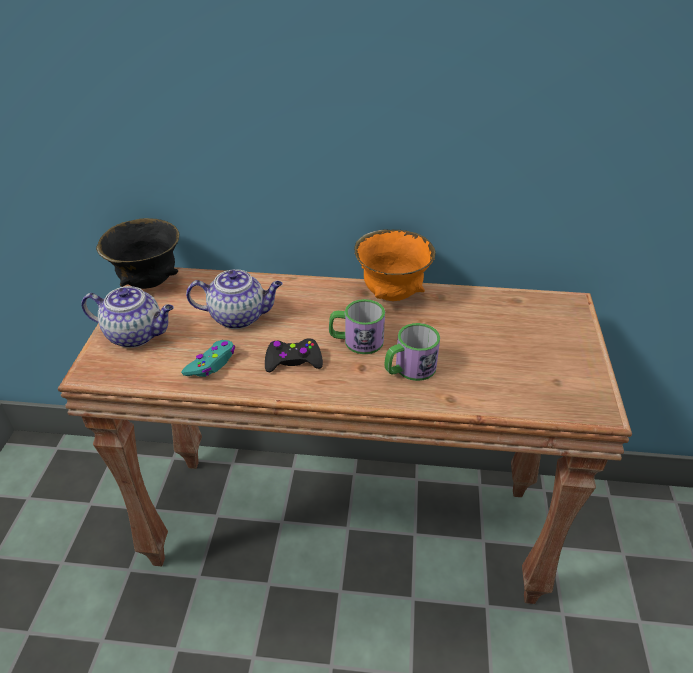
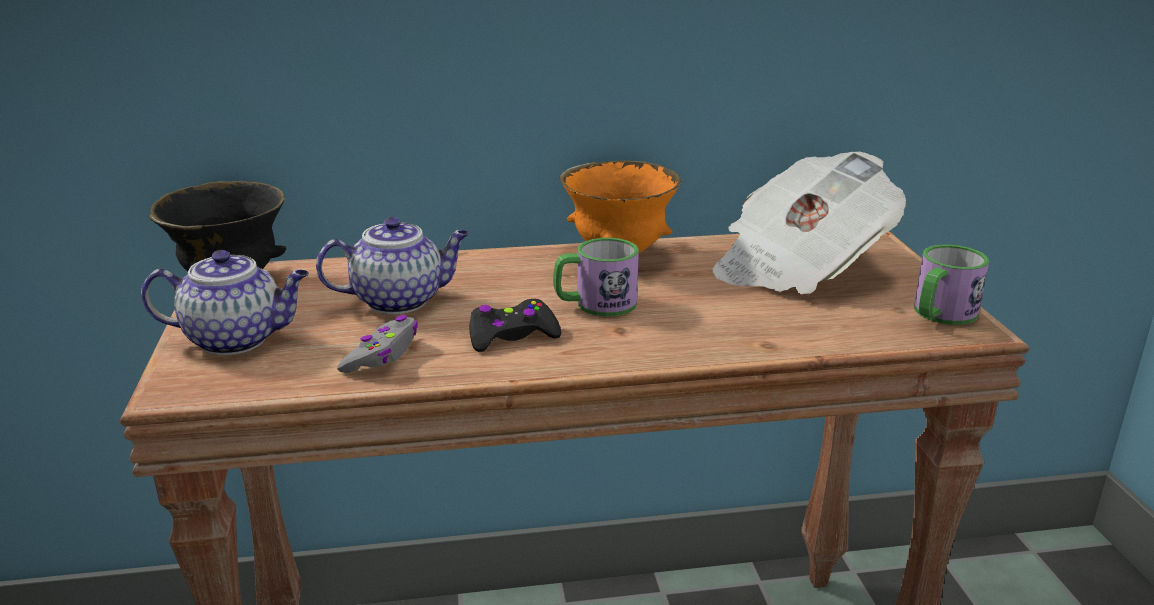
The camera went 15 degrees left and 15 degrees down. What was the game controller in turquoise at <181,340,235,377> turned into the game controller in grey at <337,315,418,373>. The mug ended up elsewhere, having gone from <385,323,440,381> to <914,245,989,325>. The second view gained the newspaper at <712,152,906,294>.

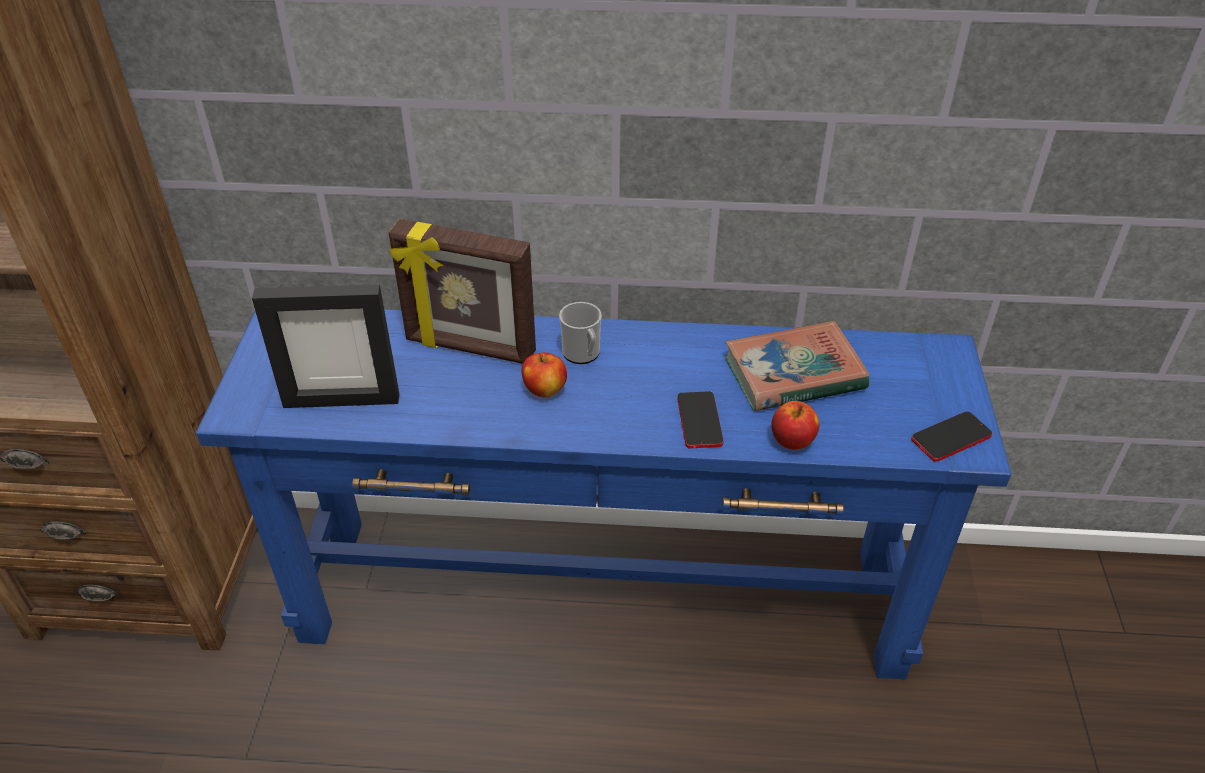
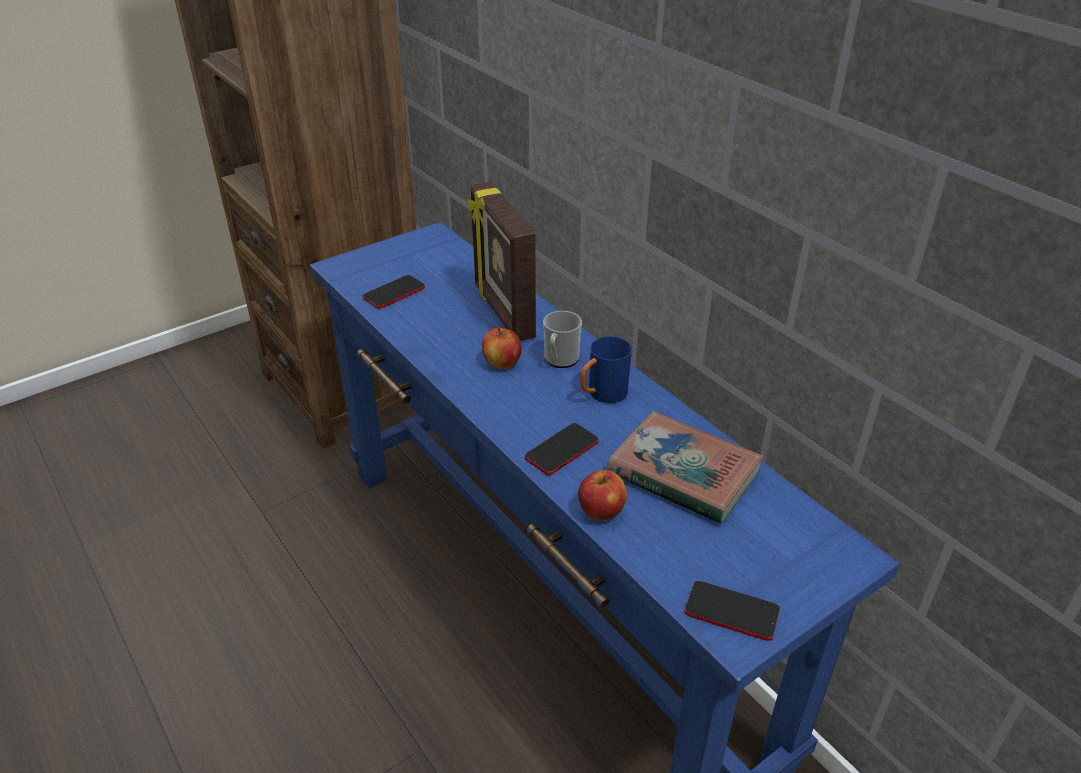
The camera went 50 degrees right and 5 degrees down. Where the picture frame stood at <252,284,399,408>, the phone came to stand at <363,275,425,309>. The second view gained the mug in blue at <580,336,632,403>.

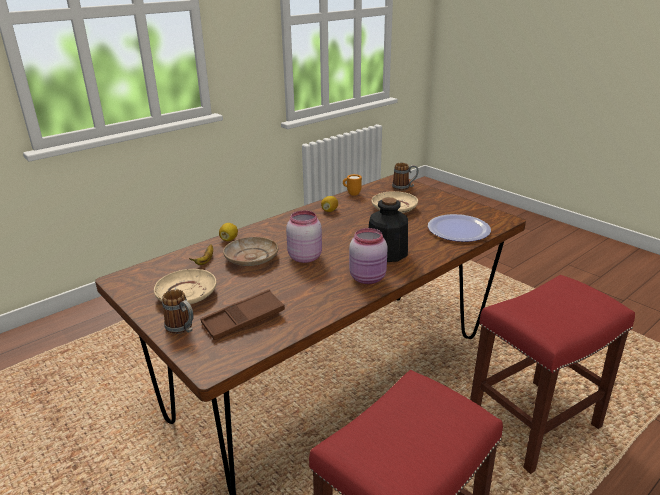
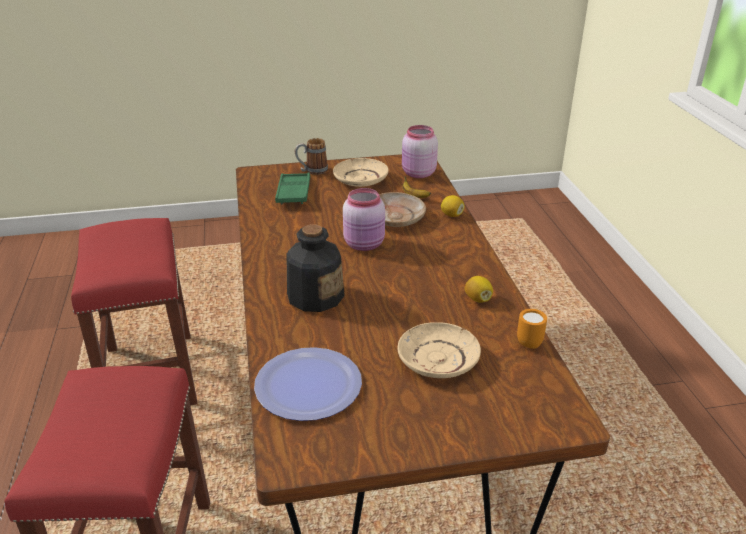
The camera went 120 degrees right and 5 degrees up. What was the tray in brown at <201,289,285,340> turned into the tray in green at <275,173,310,205>. The jar in pink ended up elsewhere, having gone from <349,228,388,284> to <402,125,438,178>. The second view lost the mug at <392,163,419,191>.

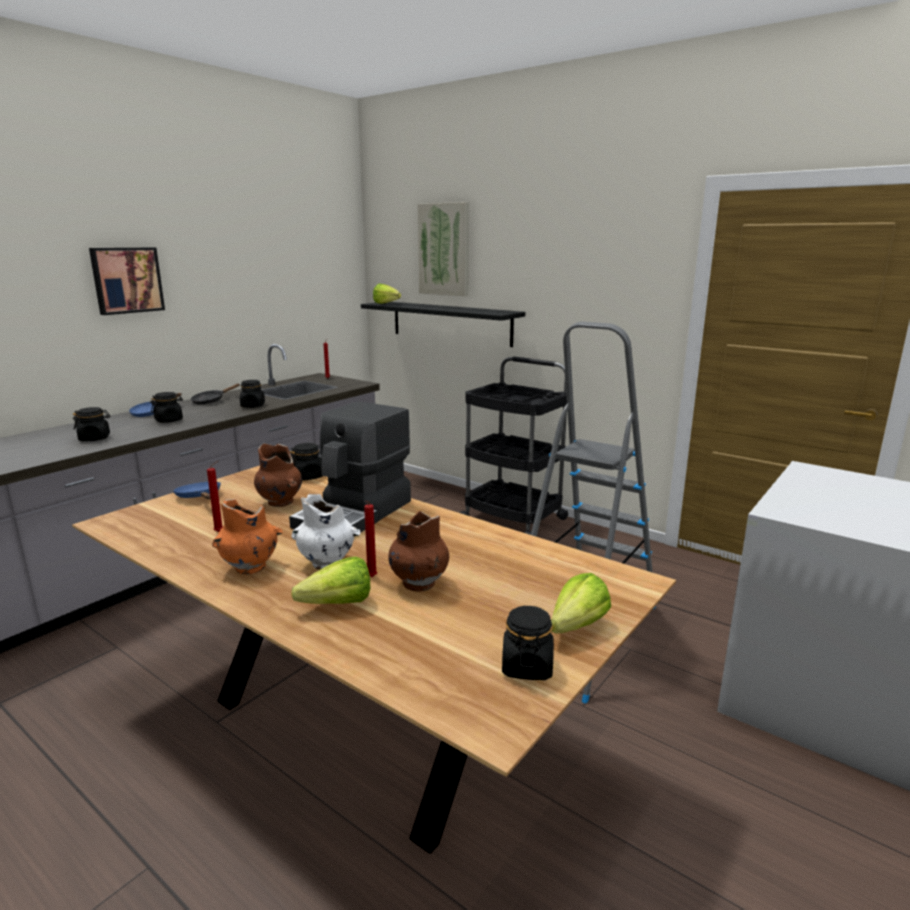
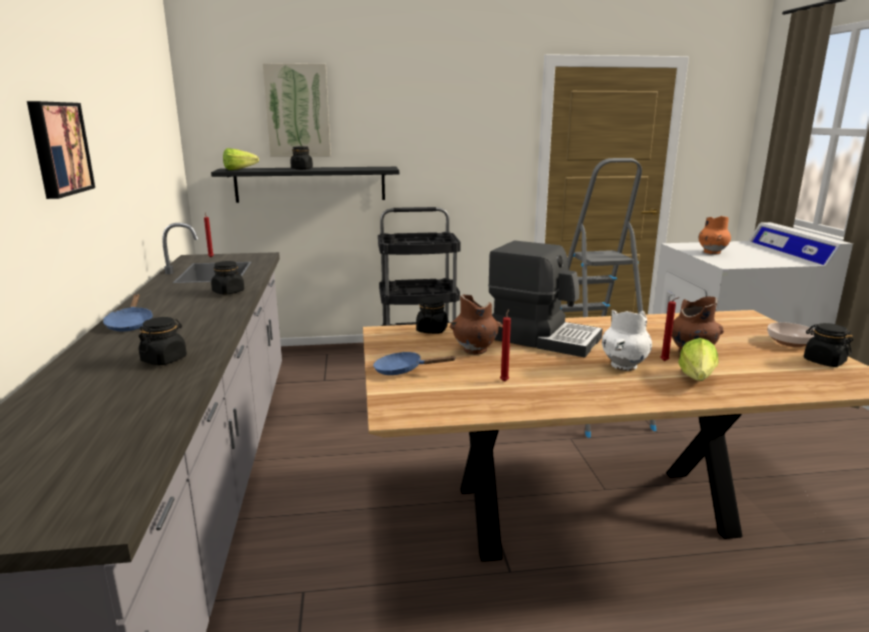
The camera went 45 degrees left and 0 degrees up. The jar in black ended up elsewhere, having gone from <150,392,183,423> to <290,146,313,170>. The second view lost the frying pan in black at <191,384,240,405>. The vase in orange ended up elsewhere, having gone from <212,499,283,575> to <698,216,731,254>. The coffee machine at <289,401,411,532> ended up facing another way, 45 degrees counterclockwise from before. Where the lettuce stood at <551,573,611,633>, the bowl came to stand at <768,322,815,347>.

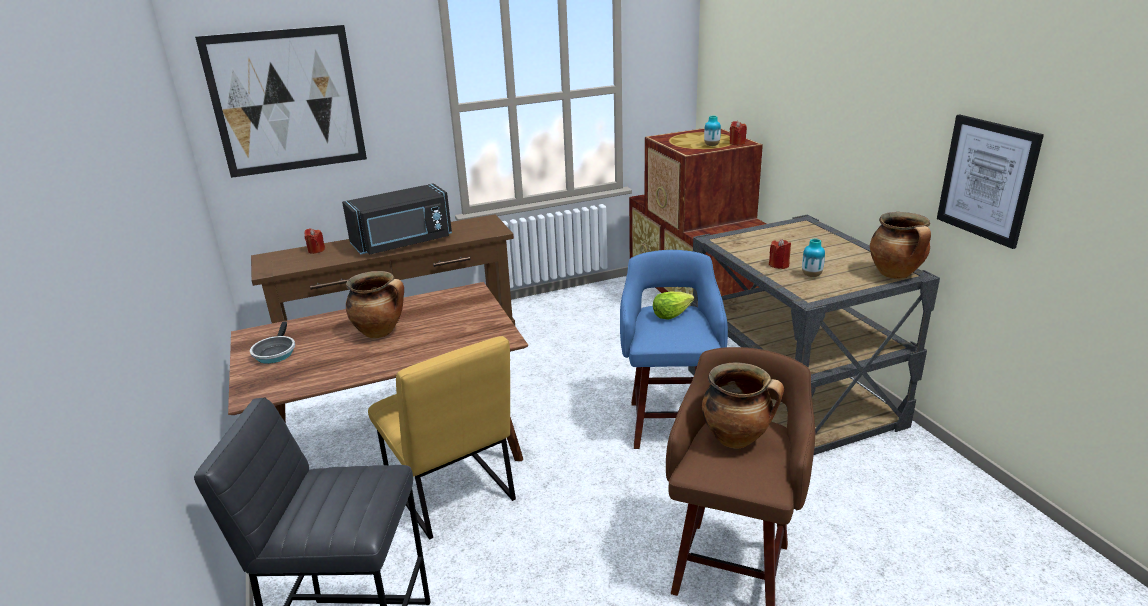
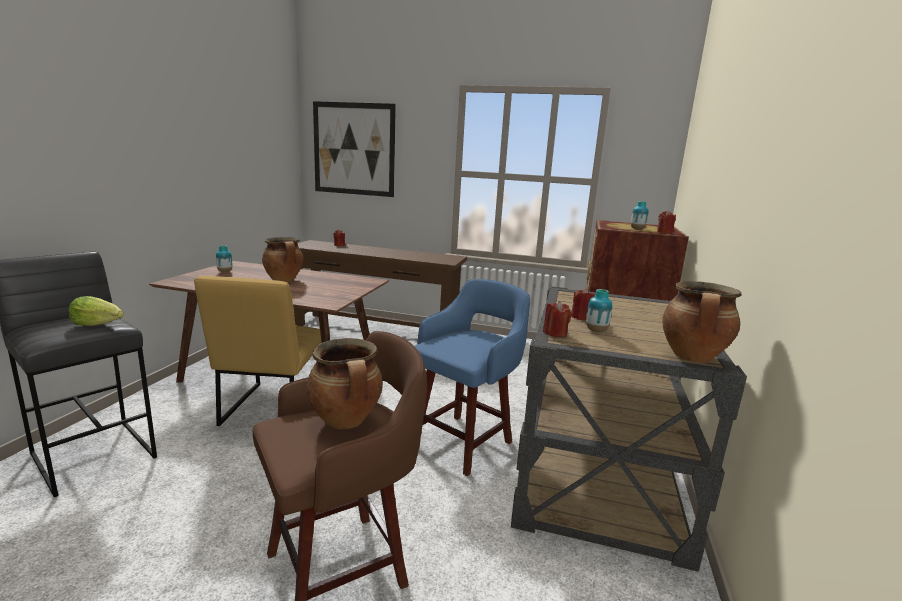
The camera went 35 degrees right and 10 degrees down. Where the frying pan stood at <250,321,295,364>, the vase came to stand at <216,246,232,272>. The second view lost the microwave in black at <342,183,452,254>. The lettuce ended up elsewhere, having gone from <653,292,694,320> to <69,296,124,326>. The second view lost the picture at <937,114,1044,249>. The second view gained the candle in red at <543,301,571,337>.

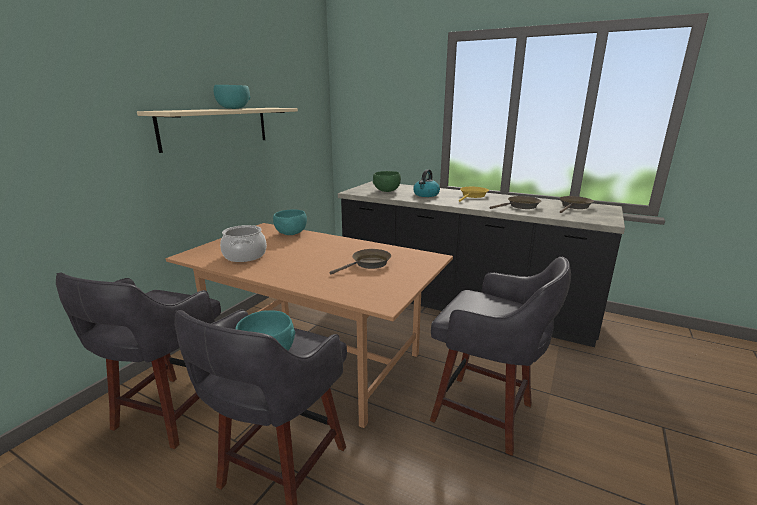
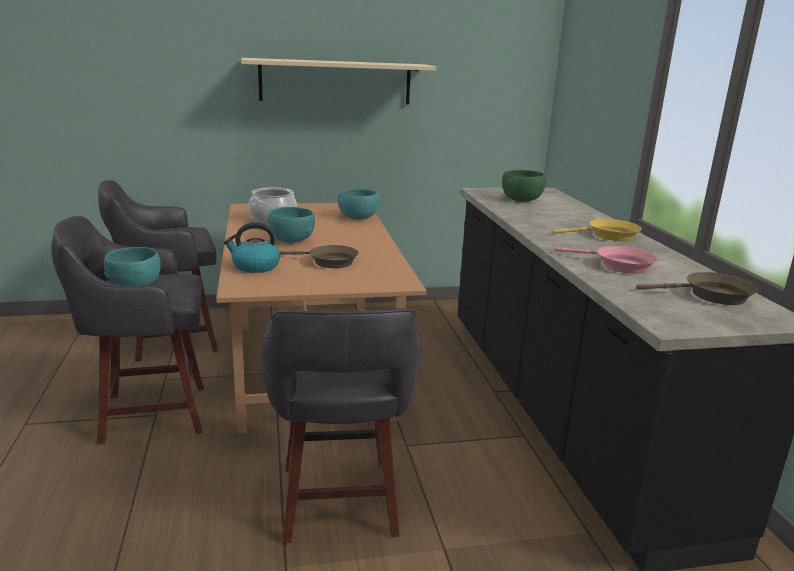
The camera went 50 degrees right and 0 degrees up. The bowl in turquoise ended up elsewhere, having gone from <213,85,250,109> to <268,207,315,243>. The kettle ended up elsewhere, having gone from <413,169,440,197> to <223,222,280,273>. What was the frying pan in brown at <489,196,541,209> turned into the frying pan in pink at <554,246,658,274>.

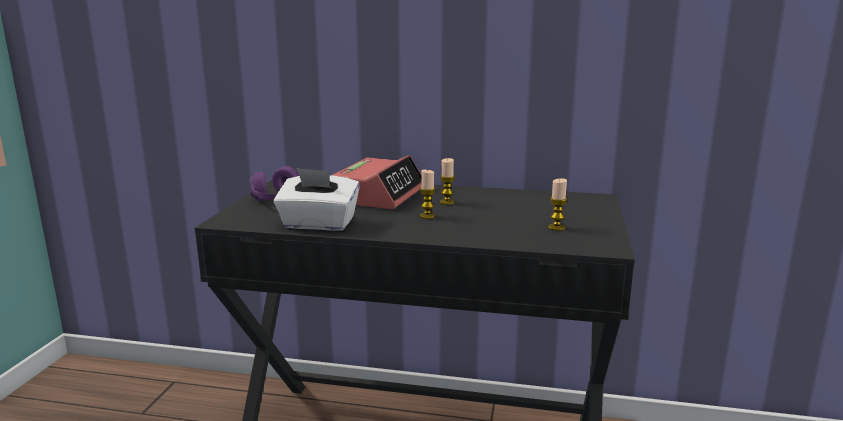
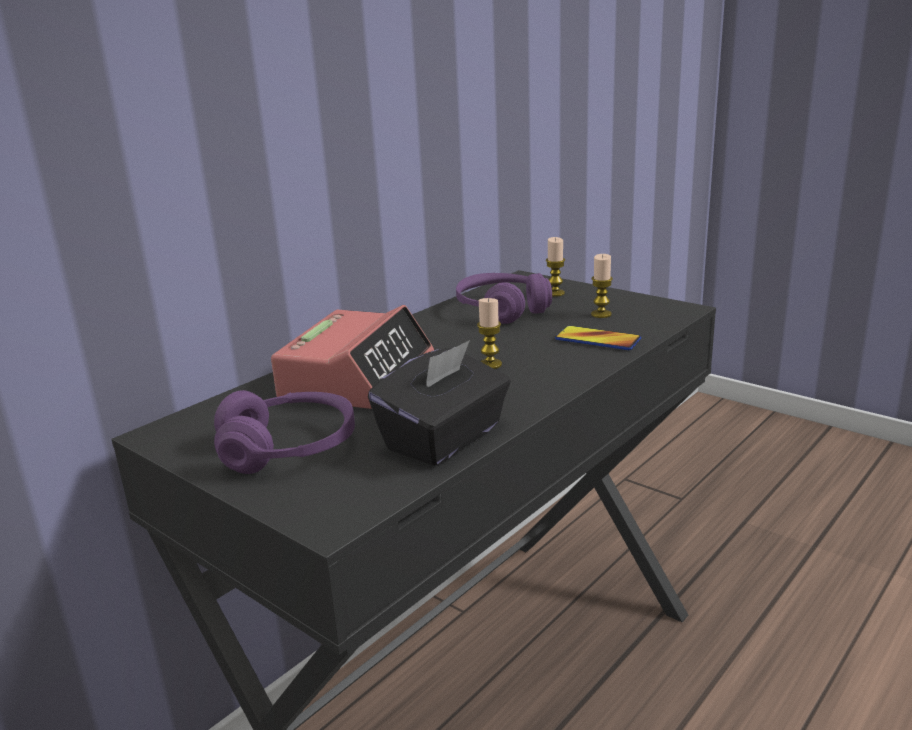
The camera went 60 degrees left and 5 degrees up. What was the tissue box in white at <274,168,360,231> turned into the tissue box in black at <368,340,511,466>. The alarm clock at <331,155,421,209> ended up facing another way, 60 degrees clockwise from before. The candle ended up elsewhere, having gone from <440,158,455,205> to <546,237,565,297>. The second view gained the headphones in purple at <456,273,552,324>. The second view gained the phone at <555,326,641,350>.

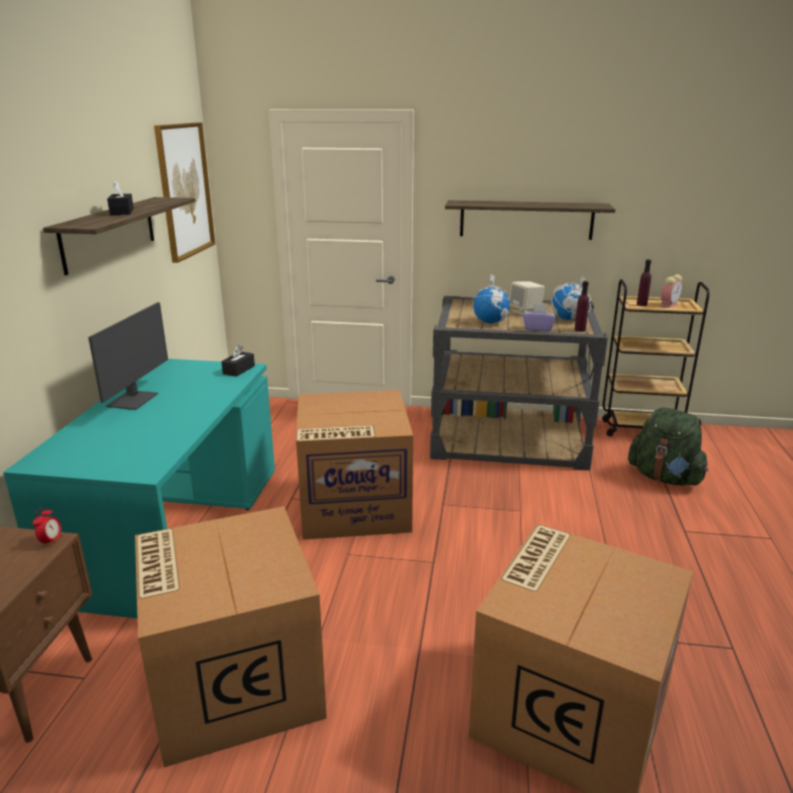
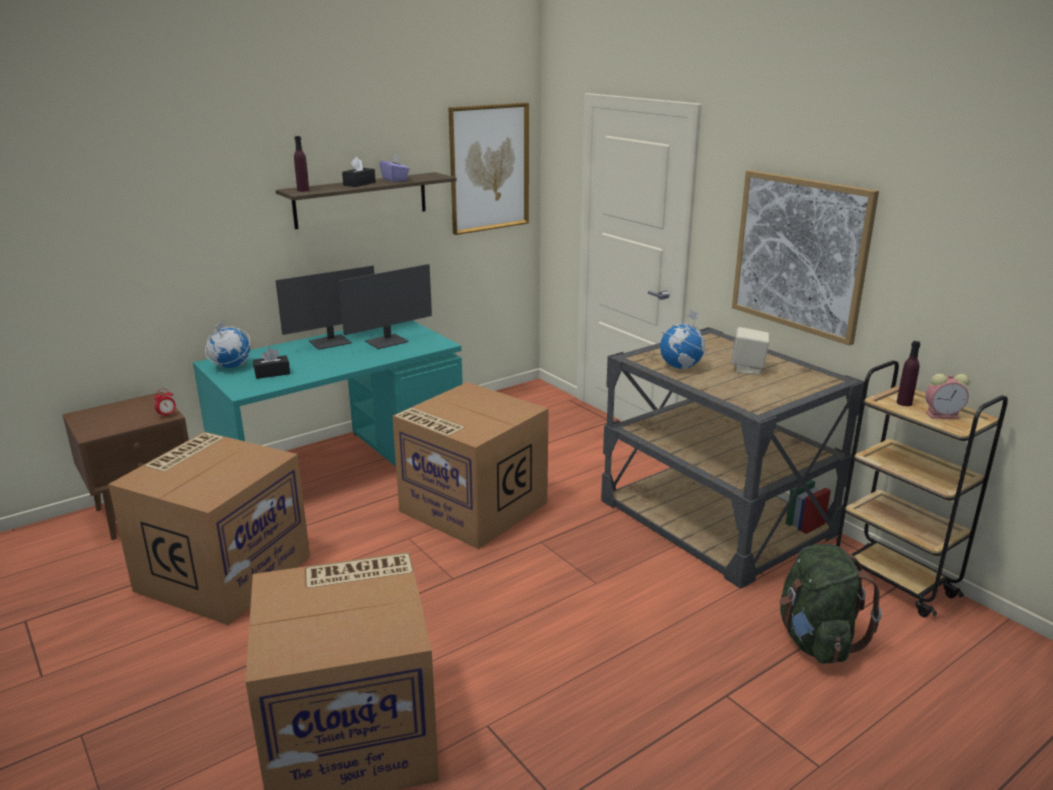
The camera went 45 degrees right and 0 degrees up. The tissue box in black ended up elsewhere, having gone from <221,345,255,377> to <253,348,290,379>. Where the shelf hung at <445,200,615,240>, the picture came to hang at <732,170,879,346>. The tissue box in purple ended up elsewhere, having gone from <523,304,556,332> to <379,154,409,182>. The globe ended up elsewhere, having gone from <551,275,591,320> to <205,320,250,368>. The bottle in purple ended up elsewhere, having gone from <575,281,589,332> to <294,136,309,192>. The second view gained the monitor at <339,264,432,349>.

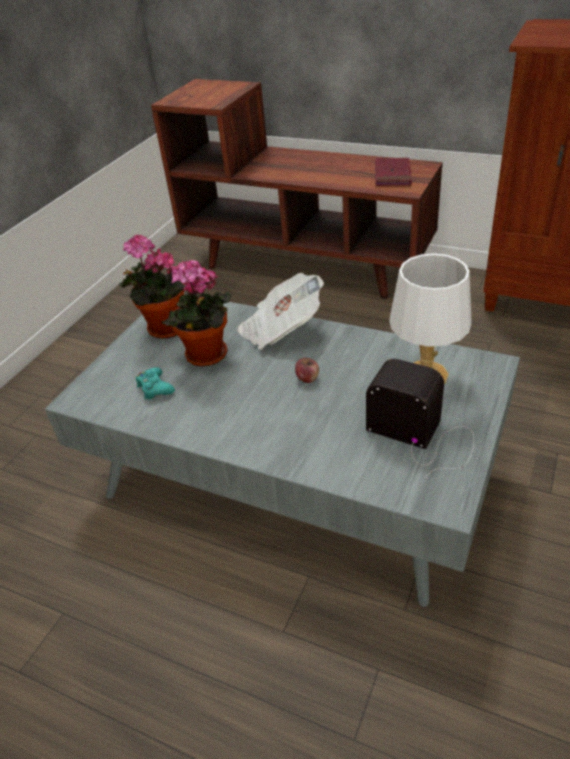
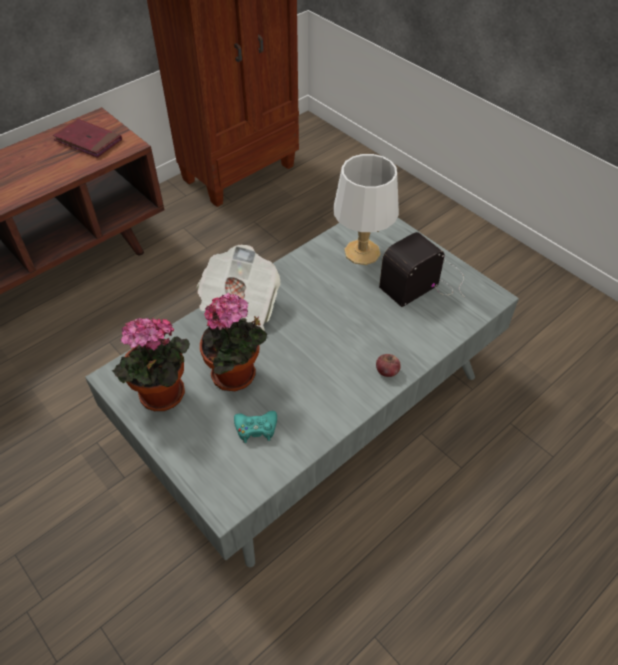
The camera went 70 degrees left and 10 degrees up. The apple ended up elsewhere, having gone from <295,358,319,383> to <376,354,401,377>.

